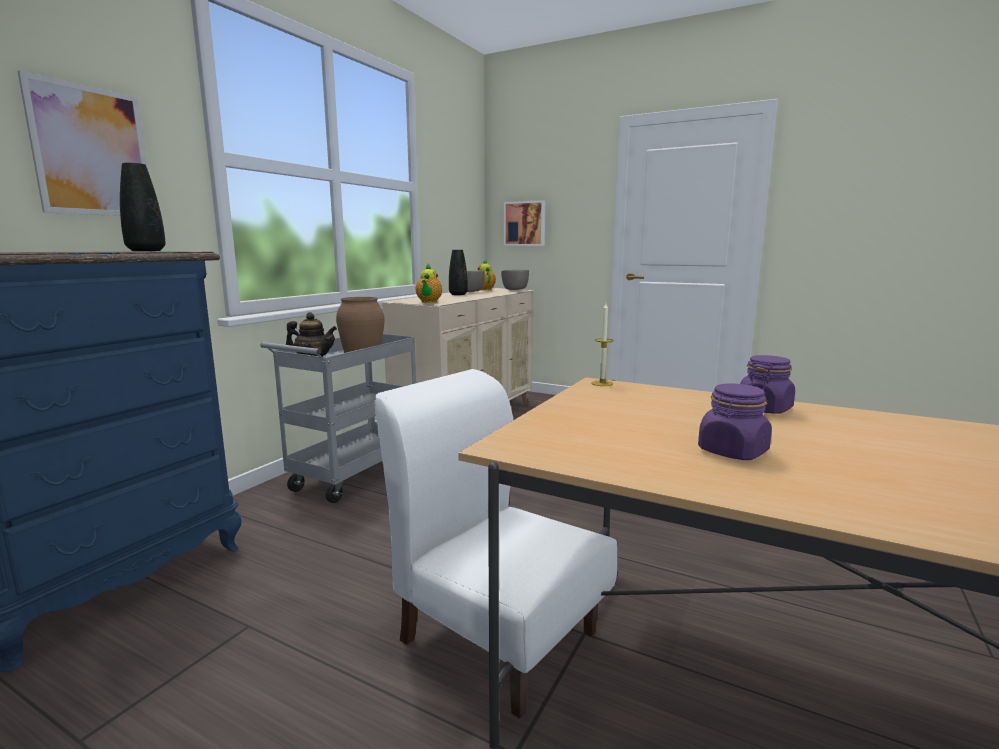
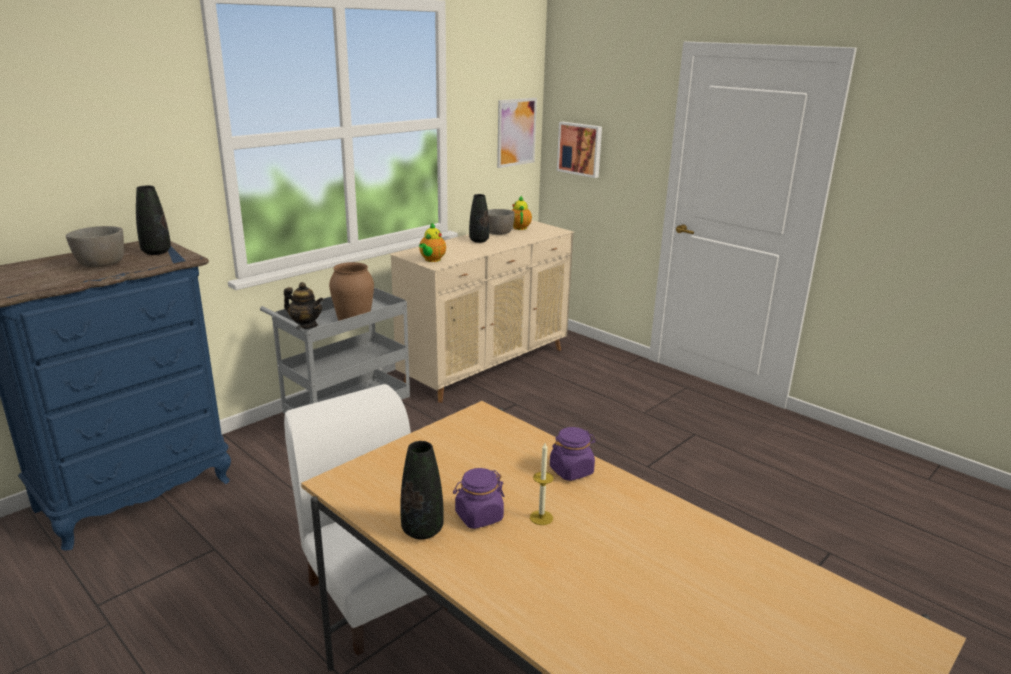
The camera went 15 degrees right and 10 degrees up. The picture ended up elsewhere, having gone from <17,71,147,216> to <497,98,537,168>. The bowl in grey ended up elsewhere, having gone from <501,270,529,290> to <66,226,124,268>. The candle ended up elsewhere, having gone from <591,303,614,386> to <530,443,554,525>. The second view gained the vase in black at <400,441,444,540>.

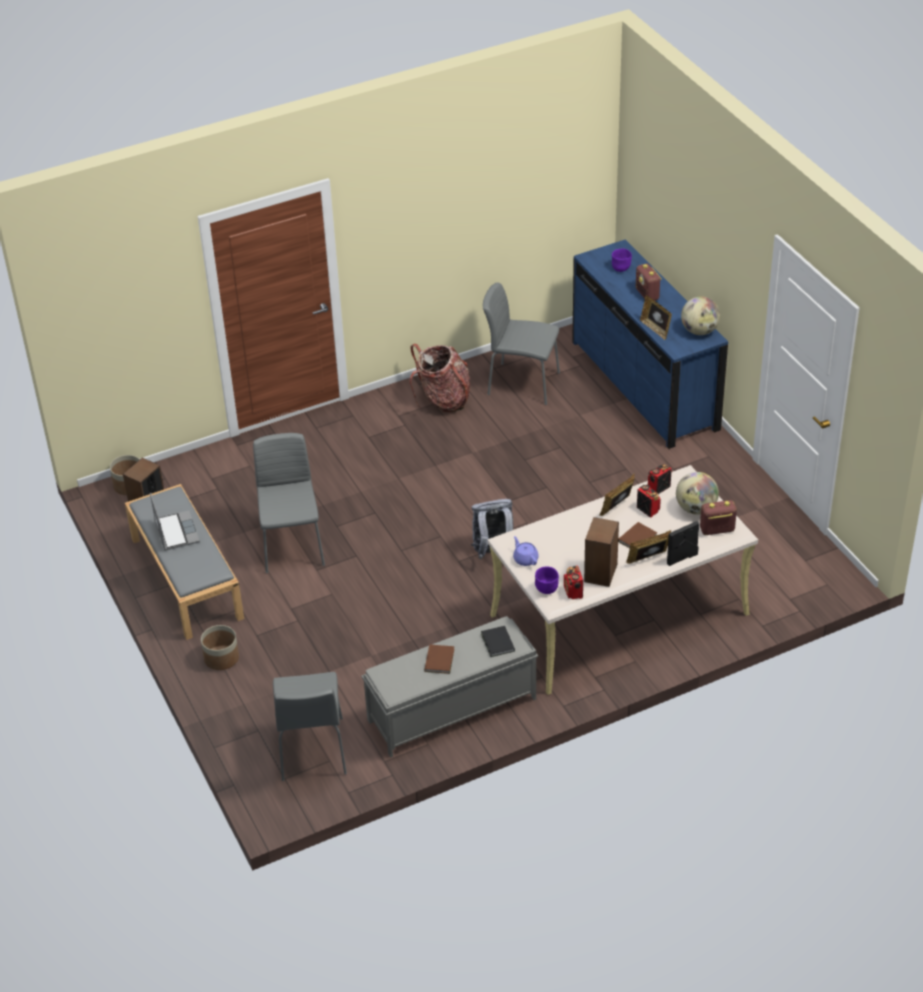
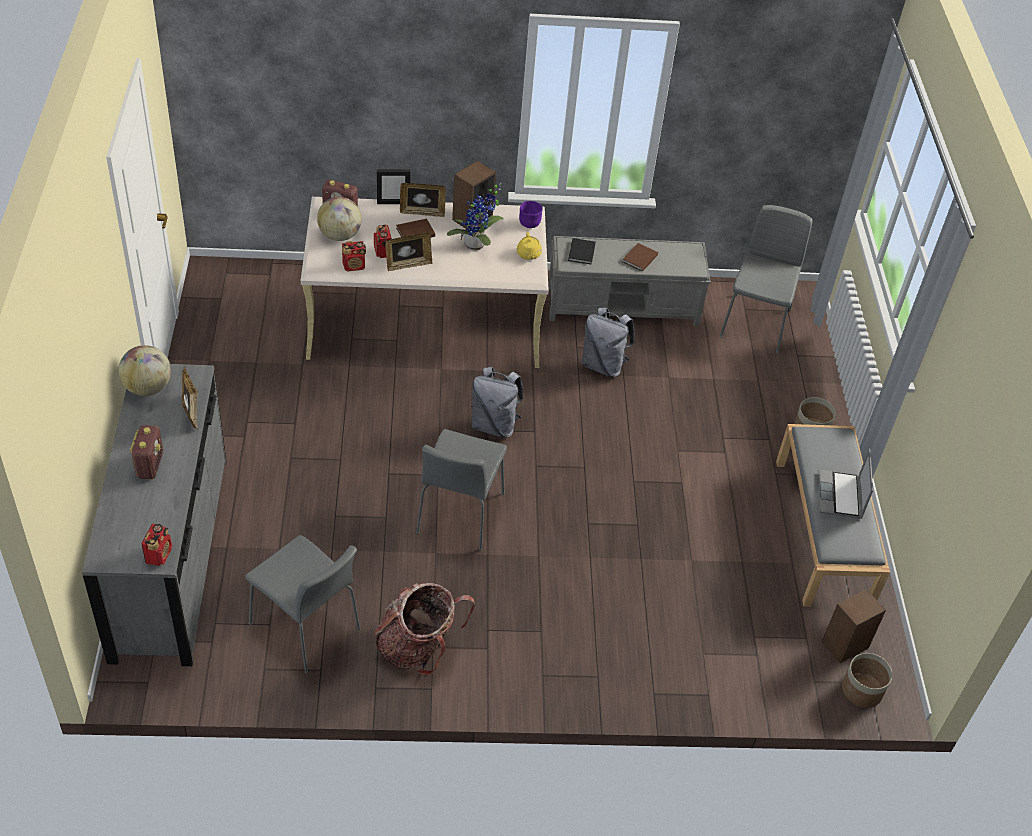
The camera went 160 degrees left and 5 degrees up. The chair in grey ended up elsewhere, having gone from <253,433,325,574> to <416,429,507,551>. What was the teapot in purple at <513,536,539,566> turned into the teapot in yellow at <517,232,542,260>. The radio ended up elsewhere, having gone from <564,566,583,599> to <141,524,172,566>. What was the dresser in blue at <572,240,728,449> turned into the dresser in grey at <82,364,227,666>. The second view lost the bowl in purple at <612,248,632,272>. The second view gained the potted plant at <447,183,504,251>. The second view gained the backpack in grey at <582,308,635,377>.

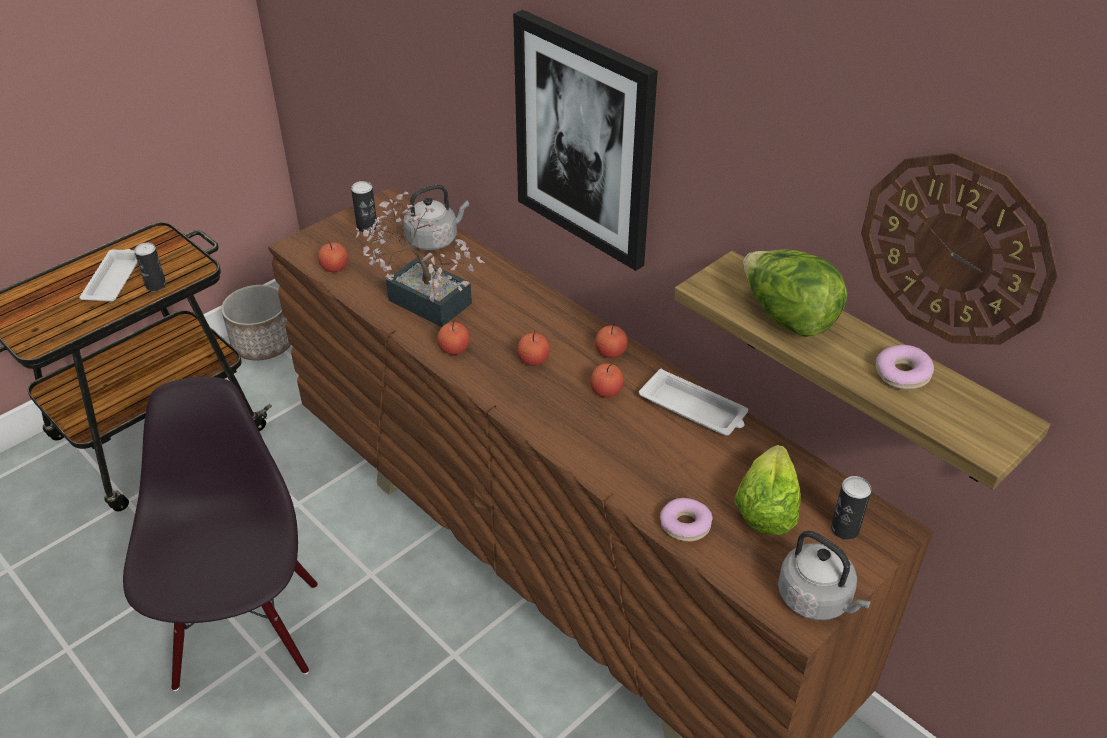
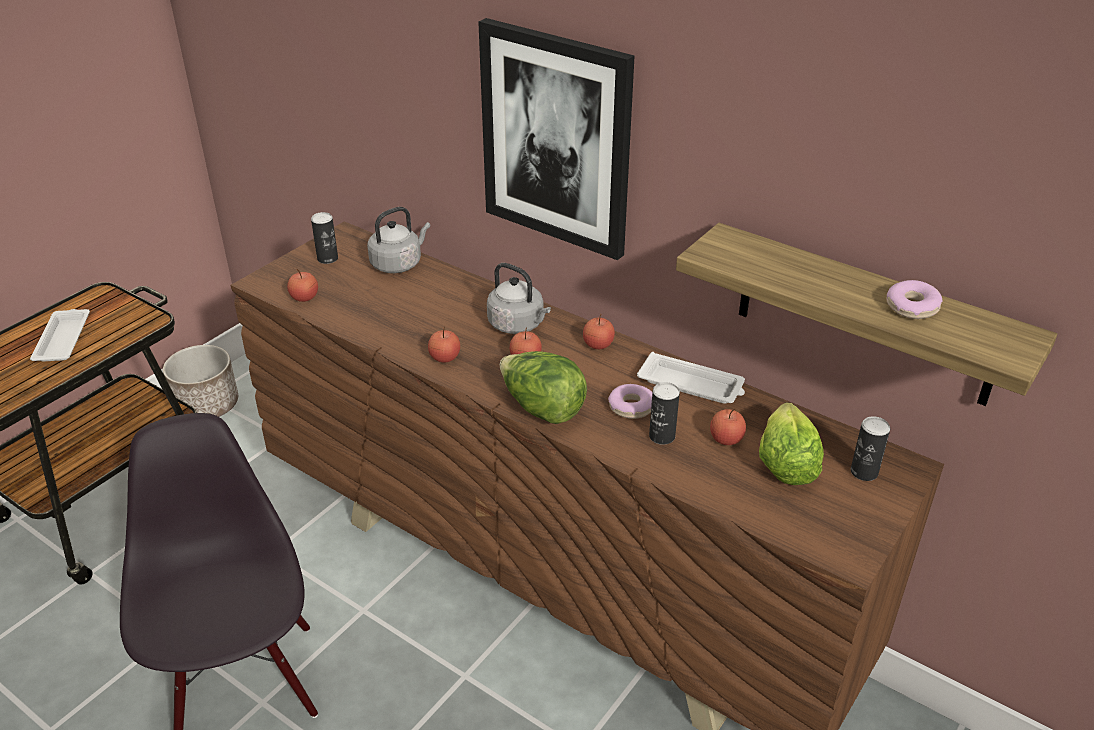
The camera went 10 degrees left and 5 degrees down. The can ended up elsewhere, having gone from <134,243,166,291> to <649,382,680,445>. The second view lost the potted plant at <356,192,485,327>. The apple ended up elsewhere, having gone from <590,363,624,398> to <710,409,746,445>. The donut ended up elsewhere, having gone from <660,498,713,542> to <608,384,652,419>. The lettuce ended up elsewhere, having gone from <743,249,847,337> to <500,351,587,424>. The kettle in grey ended up elsewhere, having gone from <778,531,871,620> to <487,263,551,334>. The second view lost the wall clock at <861,153,1059,345>.

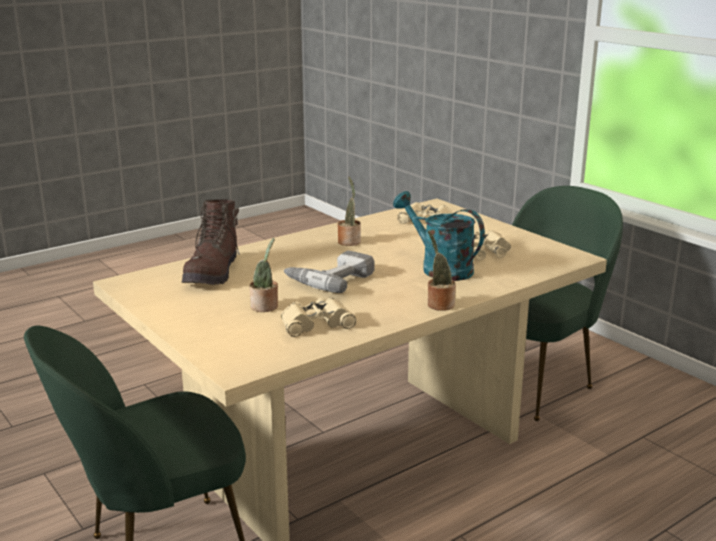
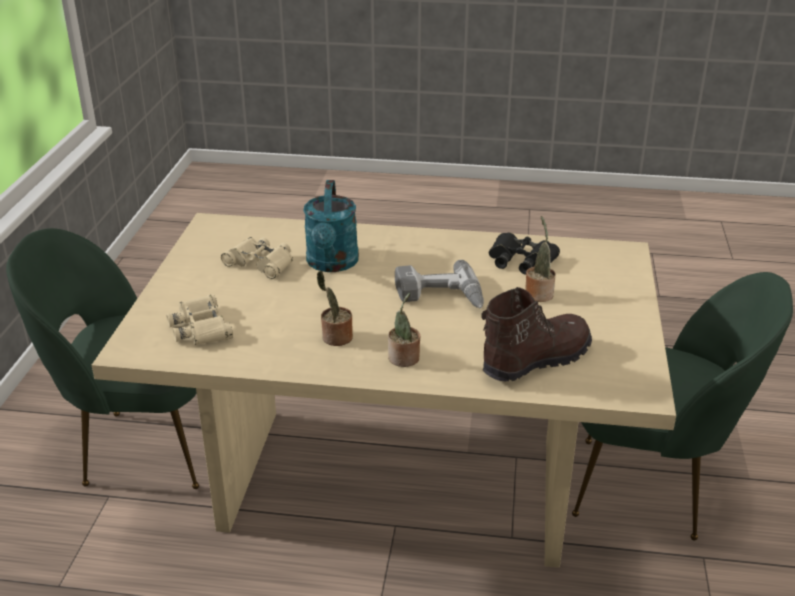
The camera went 135 degrees left and 10 degrees up. What was the binoculars in beige at <281,297,356,337> turned into the binoculars in black at <489,232,560,274>. The potted plant ended up elsewhere, having gone from <428,230,456,311> to <388,293,420,367>.

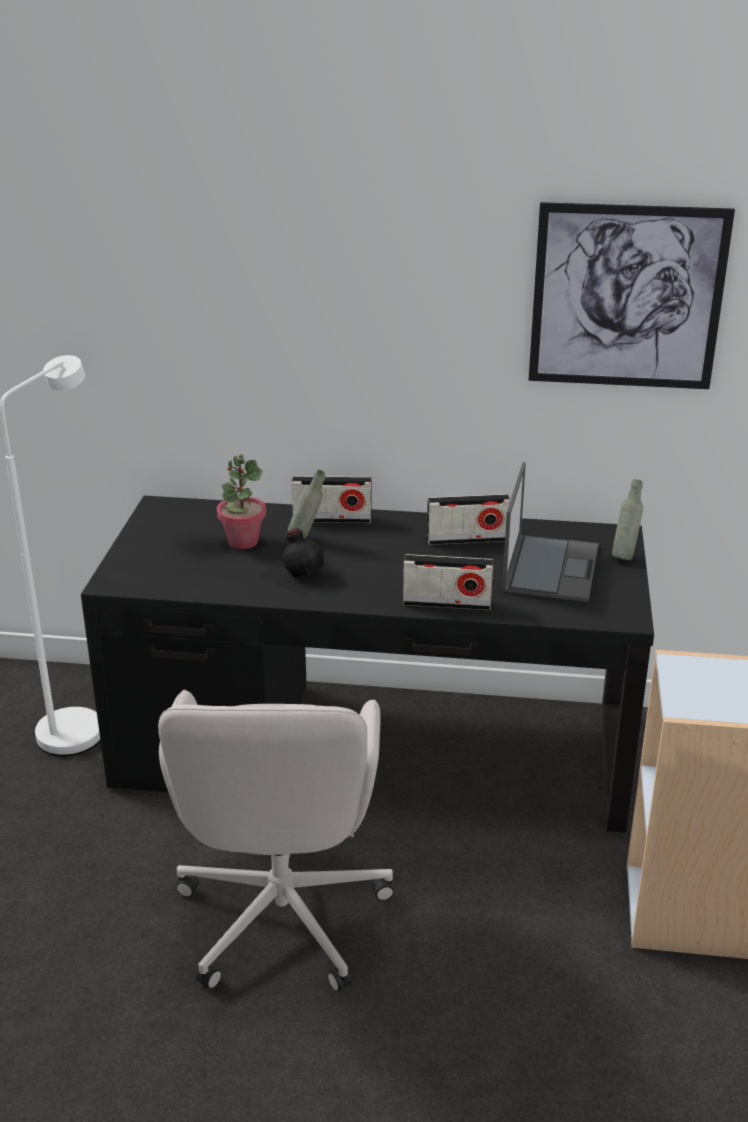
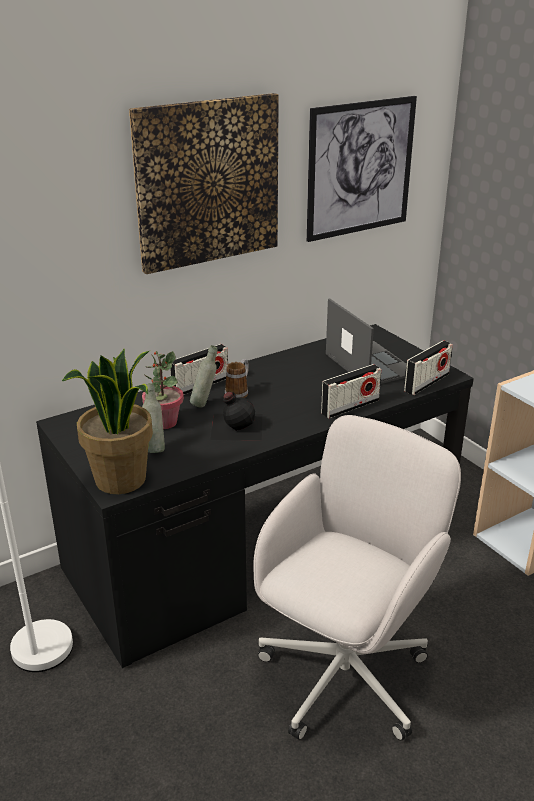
The camera went 40 degrees left and 0 degrees up. The office chair in white at <158,690,394,991> ended up facing another way, 105 degrees counterclockwise from before. The radio ended up elsewhere, having gone from <427,494,510,545> to <404,341,453,395>. The bottle in grey ended up elsewhere, having gone from <612,479,643,560> to <142,383,165,453>. The second view gained the potted plant at <62,349,153,494>. The second view gained the picture at <129,93,279,274>. The second view gained the mug at <225,359,249,398>.

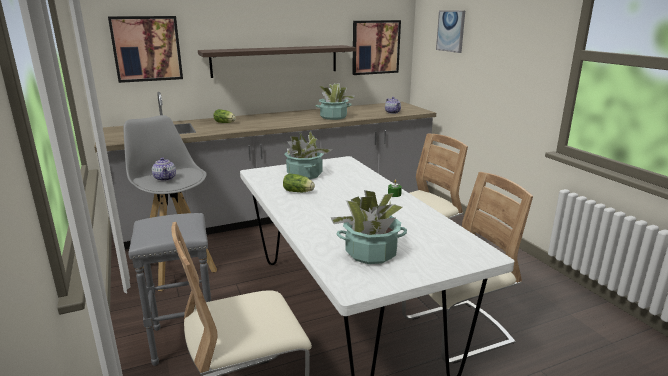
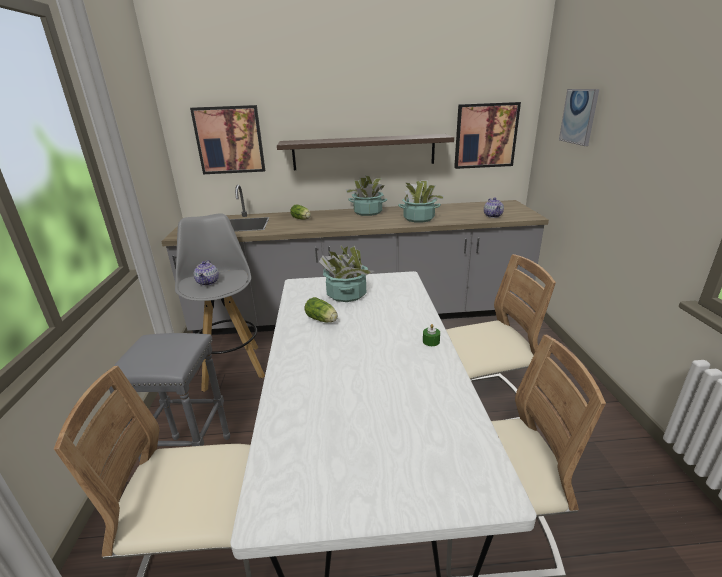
The camera went 20 degrees right and 5 degrees up. The potted plant ended up elsewhere, having gone from <331,190,407,264> to <346,176,387,216>.

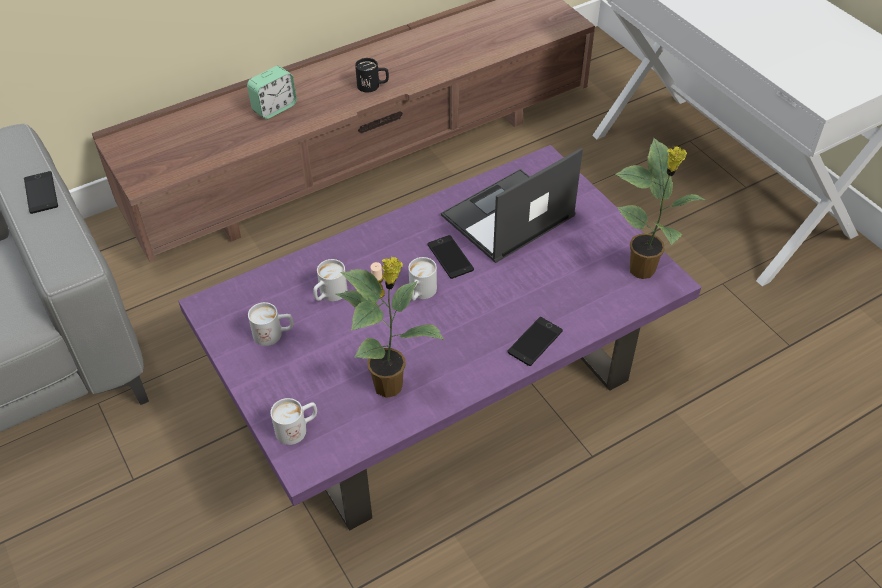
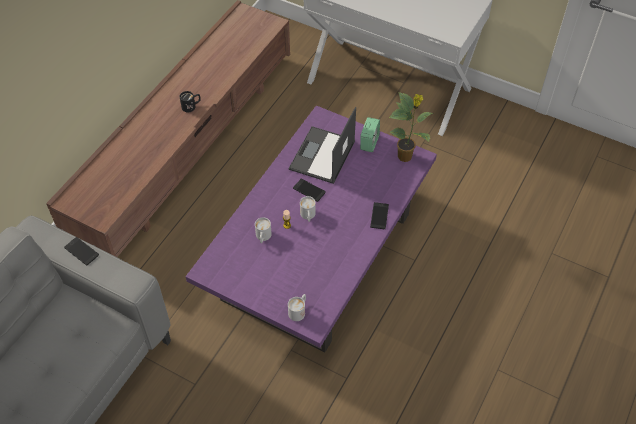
The camera went 30 degrees left and 5 degrees up. The alarm clock ended up elsewhere, having gone from <247,66,297,119> to <360,117,380,152>. The second view lost the mug in white at <248,302,294,346>. The second view lost the potted plant at <336,257,445,398>.

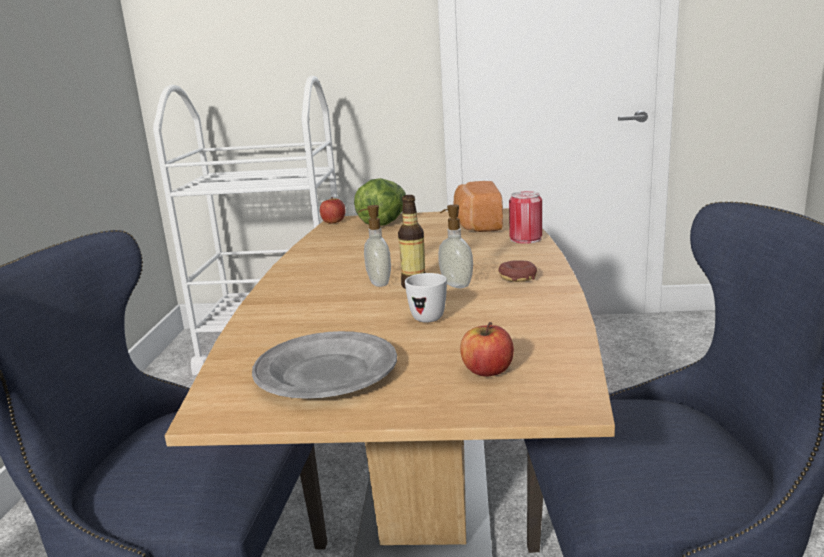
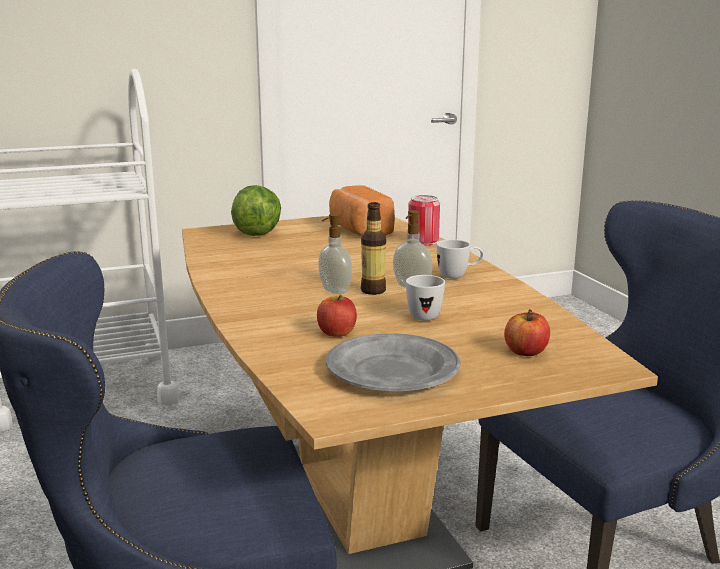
The camera went 25 degrees left and 0 degrees up. The apple ended up elsewhere, having gone from <320,197,346,223> to <317,295,357,337>. Where the donut stood at <498,261,537,282>, the mug in white came to stand at <436,239,483,279>.

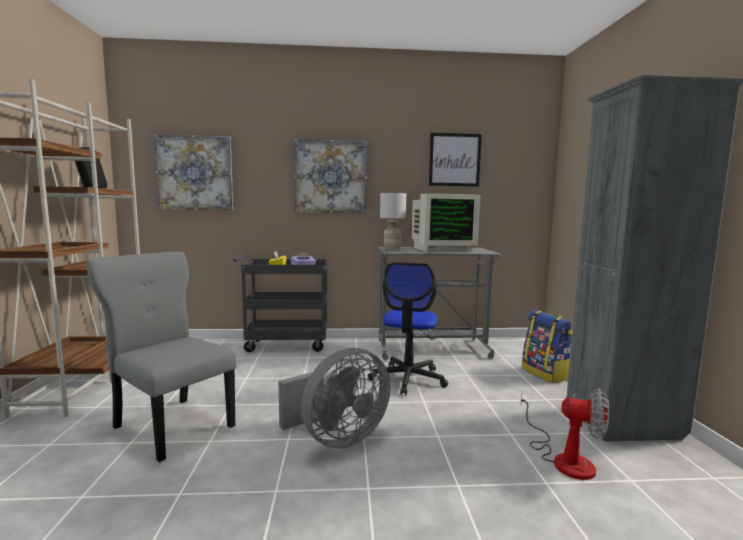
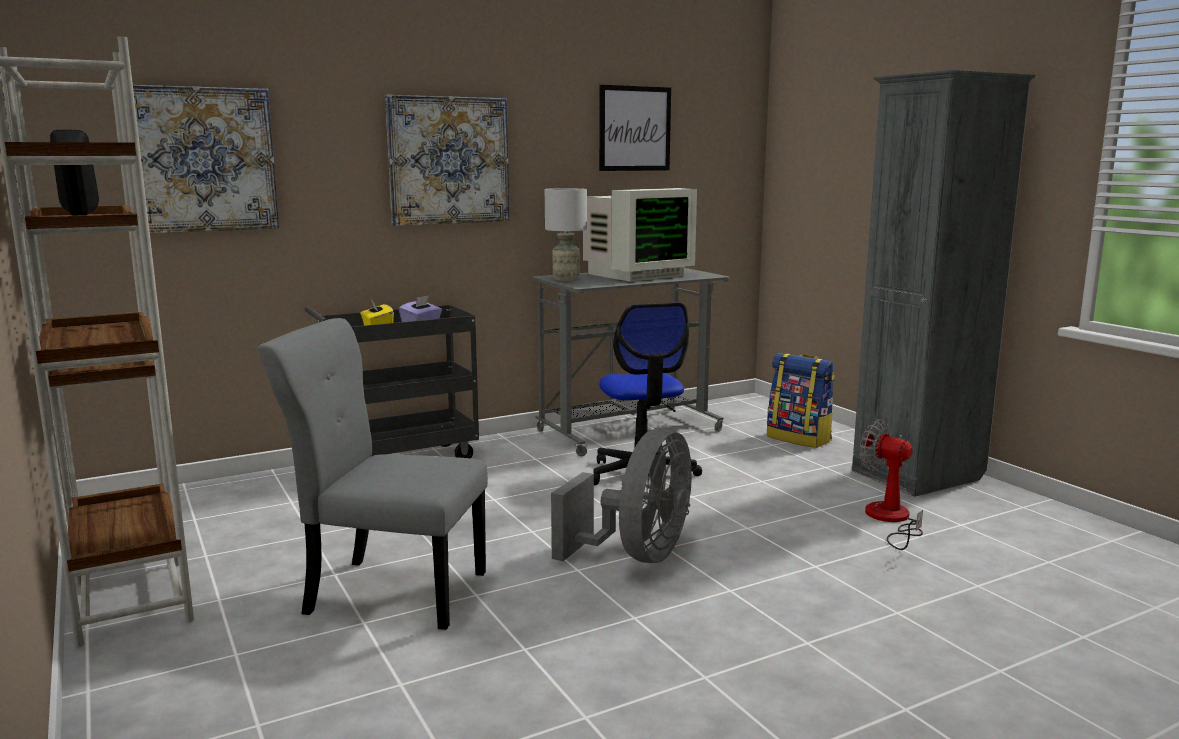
The camera went 25 degrees left and 5 degrees up. The fan at <520,388,609,480> ended up facing another way, 135 degrees counterclockwise from before.

